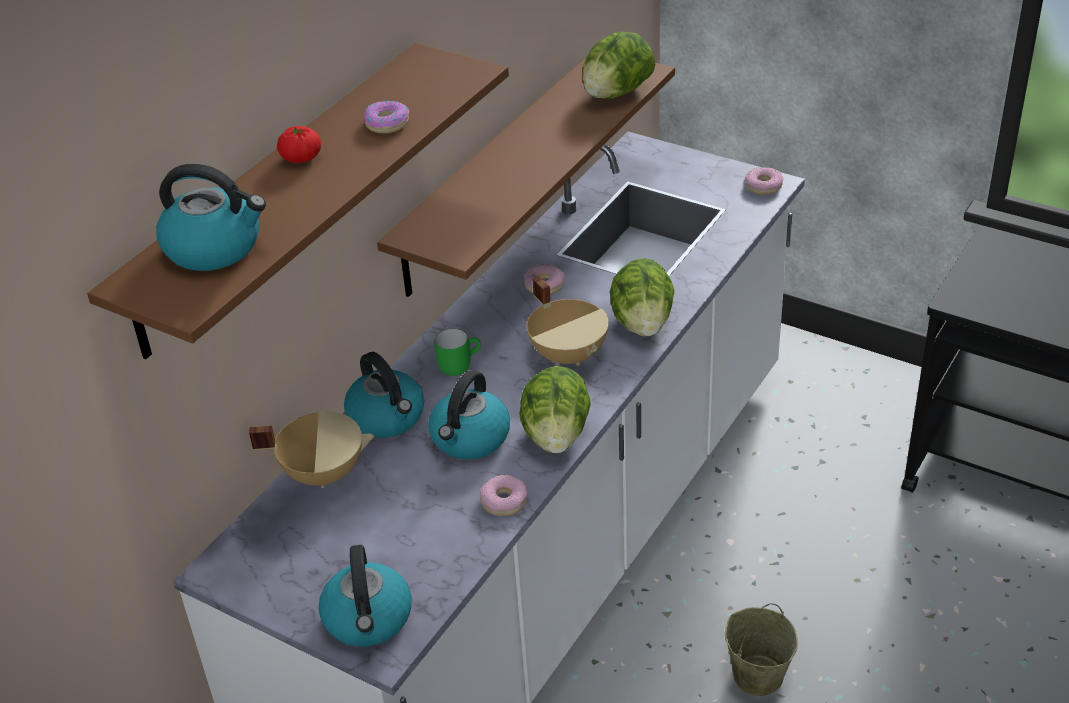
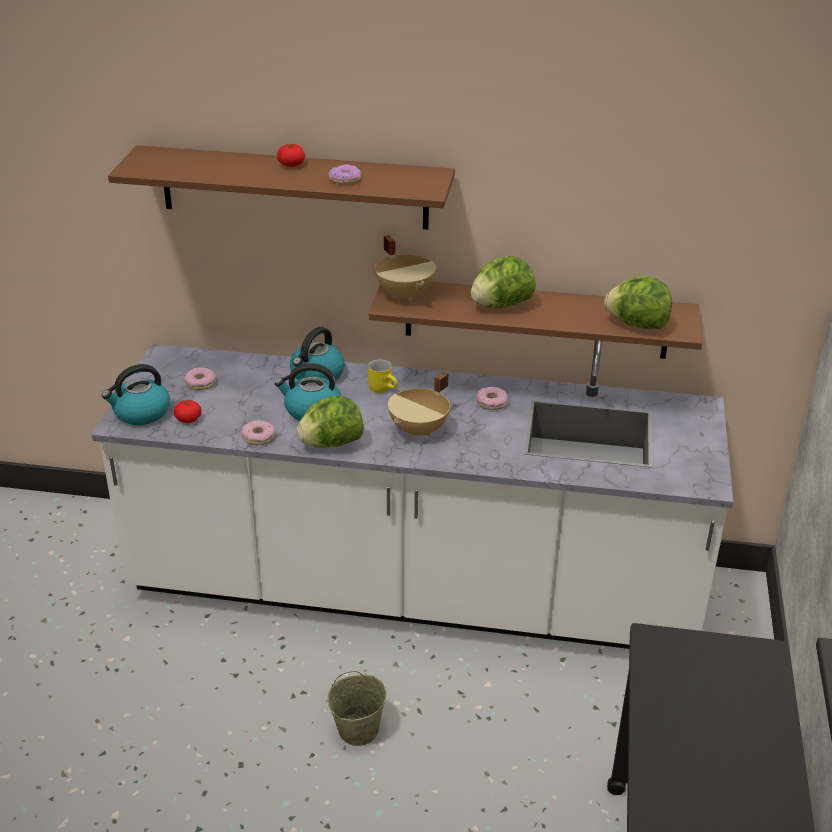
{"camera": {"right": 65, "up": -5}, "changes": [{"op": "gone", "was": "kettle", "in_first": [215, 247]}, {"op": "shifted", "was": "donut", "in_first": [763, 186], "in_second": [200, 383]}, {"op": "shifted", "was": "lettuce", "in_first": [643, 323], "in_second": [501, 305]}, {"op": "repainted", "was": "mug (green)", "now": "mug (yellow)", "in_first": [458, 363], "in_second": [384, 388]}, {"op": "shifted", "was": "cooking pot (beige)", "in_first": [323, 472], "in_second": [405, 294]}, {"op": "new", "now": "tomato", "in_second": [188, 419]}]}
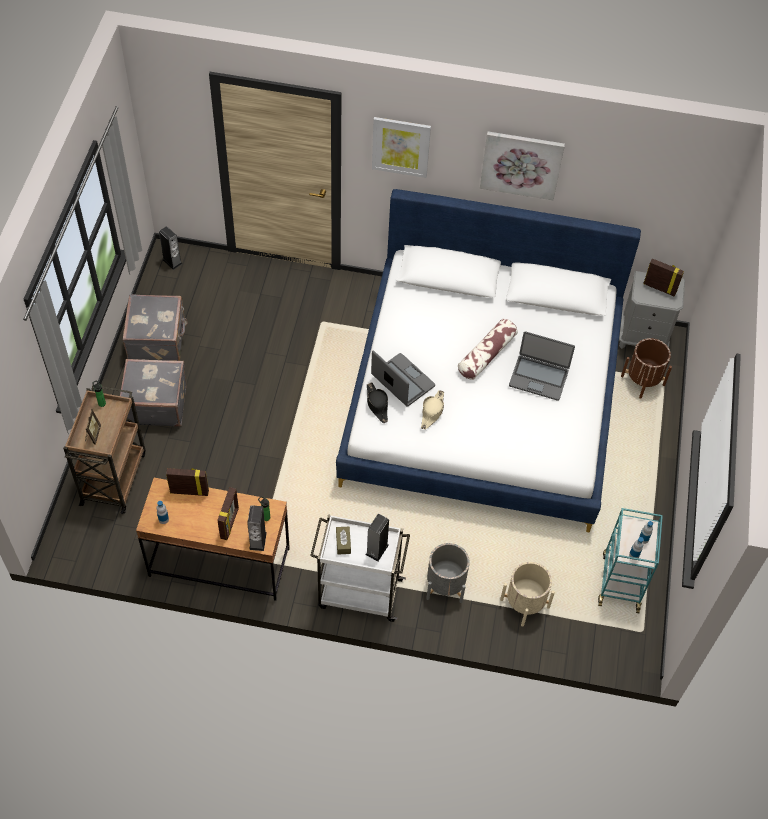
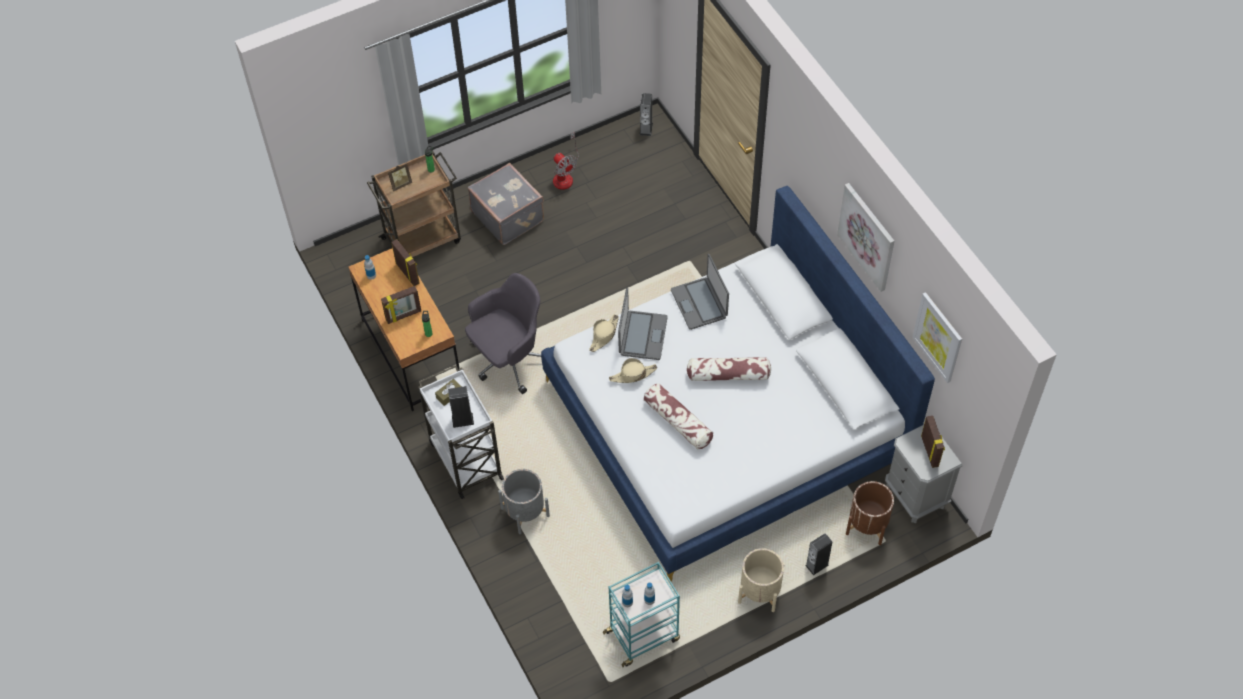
{"camera": {"right": 55, "up": 0}, "changes": [{"op": "shifted", "was": "picture", "in_first": [401, 146], "in_second": [938, 337]}, {"op": "swapped", "was": "suitcase (grey)", "now": "fan", "in_first": [158, 341], "in_second": [565, 175]}, {"op": "shifted", "was": "laptop", "in_first": [539, 377], "in_second": [699, 303]}, {"op": "repainted", "was": "hat (black)", "now": "hat (beige)", "in_first": [377, 405], "in_second": [604, 335]}, {"op": "shifted", "was": "speaker", "in_first": [258, 540], "in_second": [817, 565]}, {"op": "shifted", "was": "planter (beige)", "in_first": [524, 603], "in_second": [760, 591]}, {"op": "new", "now": "office chair (grey)", "in_second": [509, 360]}, {"op": "new", "now": "pillow", "in_second": [678, 422]}]}
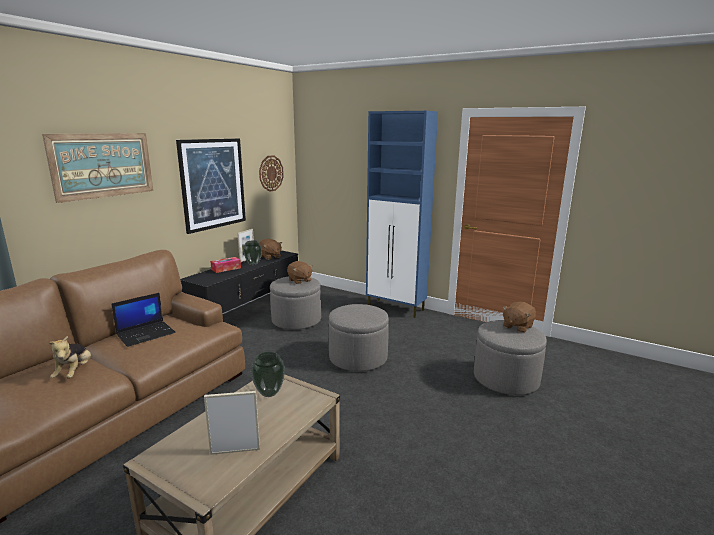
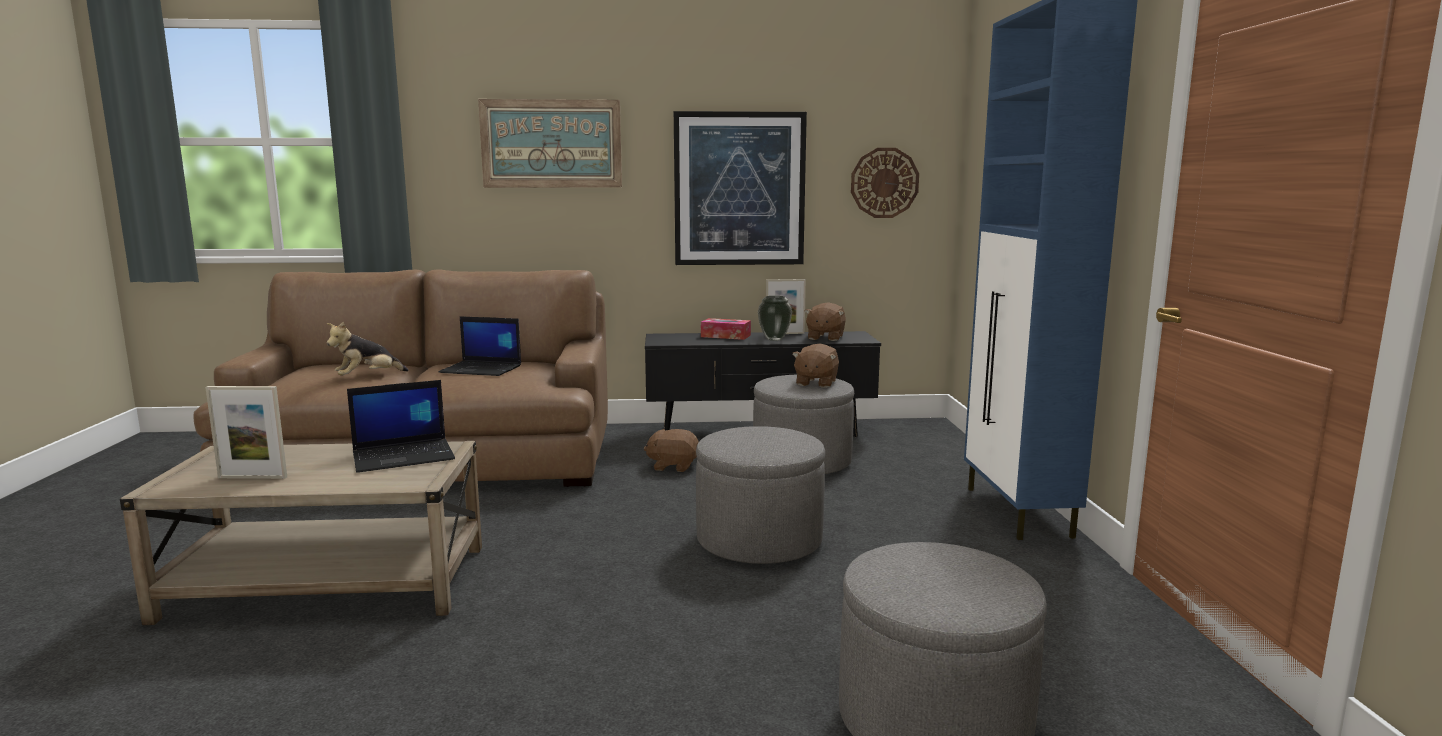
{"camera": {"right": 55, "up": -5}, "changes": [{"op": "shifted", "was": "plush toy (brown)", "in_first": [517, 326], "in_second": [673, 466]}, {"op": "swapped", "was": "vase", "now": "laptop", "in_first": [269, 393], "in_second": [404, 456]}, {"op": "rotated", "was": "picture frame", "in_first": [235, 451], "in_second": [252, 477], "clockwise": 135}]}
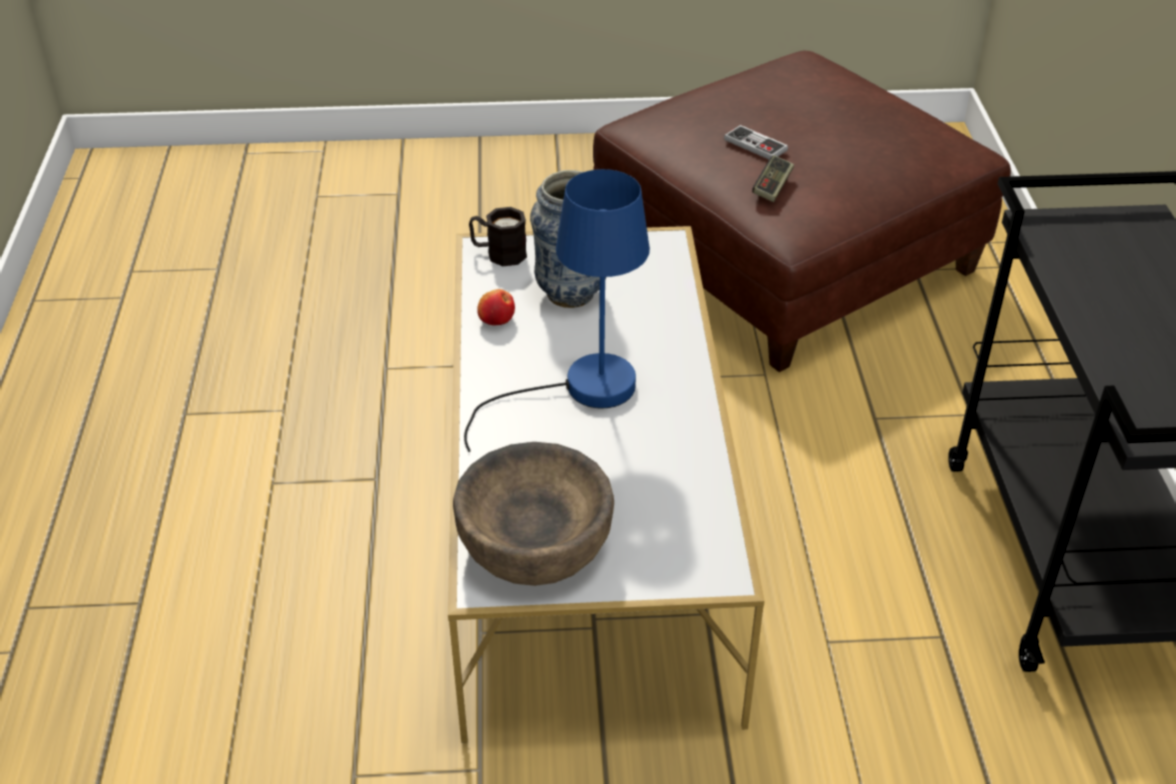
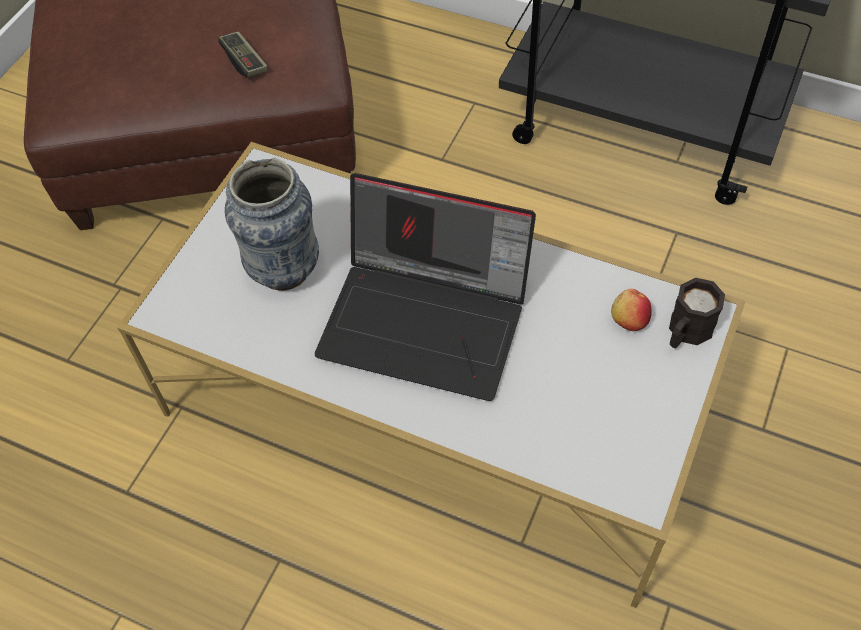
{"camera": {"right": -60, "up": 15}, "changes": [{"op": "gone", "was": "game controller", "in_first": [755, 145]}, {"op": "swapped", "was": "table lamp (blue)", "now": "laptop", "in_first": [580, 391], "in_second": [428, 320]}, {"op": "shifted", "was": "mug (black)", "in_first": [498, 253], "in_second": [686, 333]}, {"op": "shifted", "was": "apple", "in_first": [496, 319], "in_second": [629, 319]}, {"op": "gone", "was": "bowl (brown)", "in_first": [534, 543]}]}
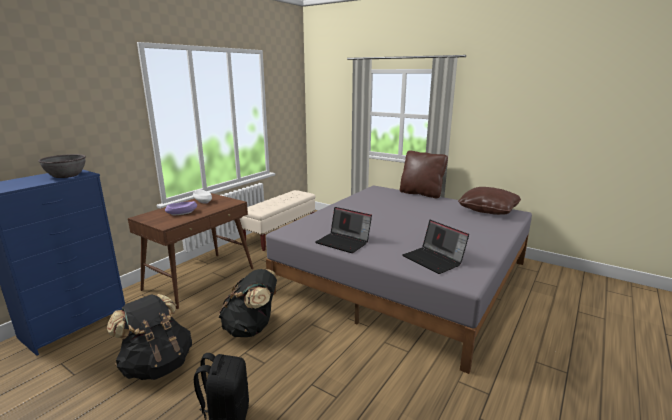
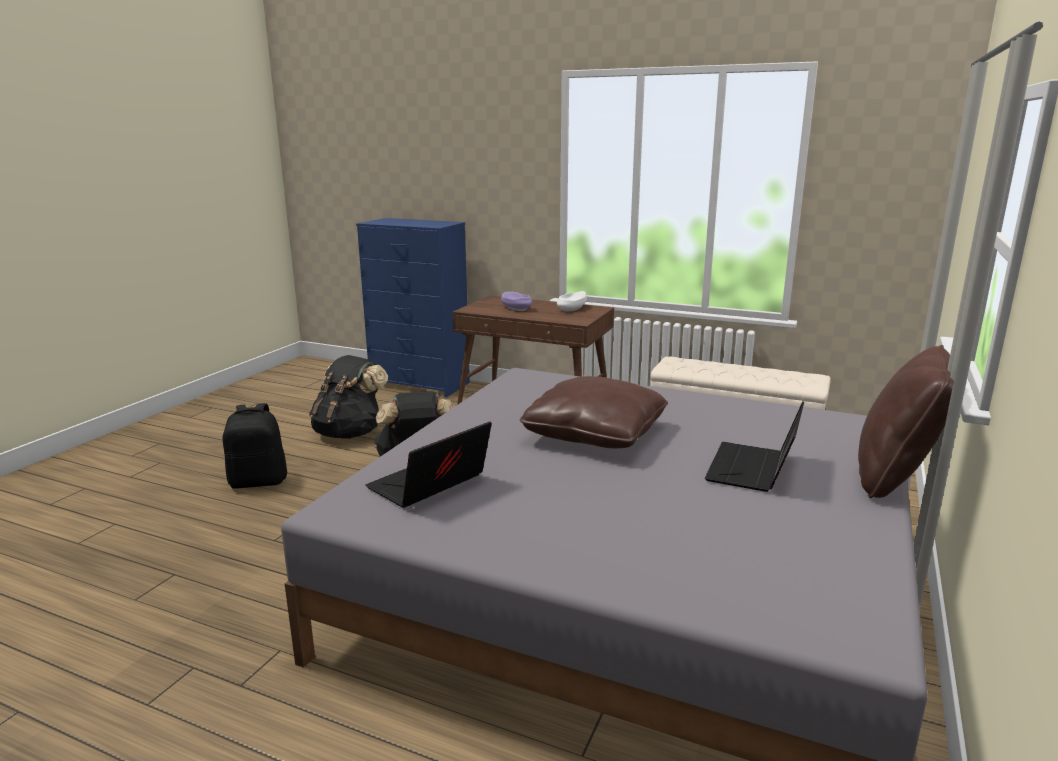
{"camera": {"right": 80, "up": 0}, "changes": [{"op": "gone", "was": "bowl (grey)", "in_first": [66, 175]}, {"op": "shifted", "was": "pillow (brown)", "in_first": [488, 210], "in_second": [594, 434]}, {"op": "shifted", "was": "laptop", "in_first": [344, 242], "in_second": [753, 470]}]}
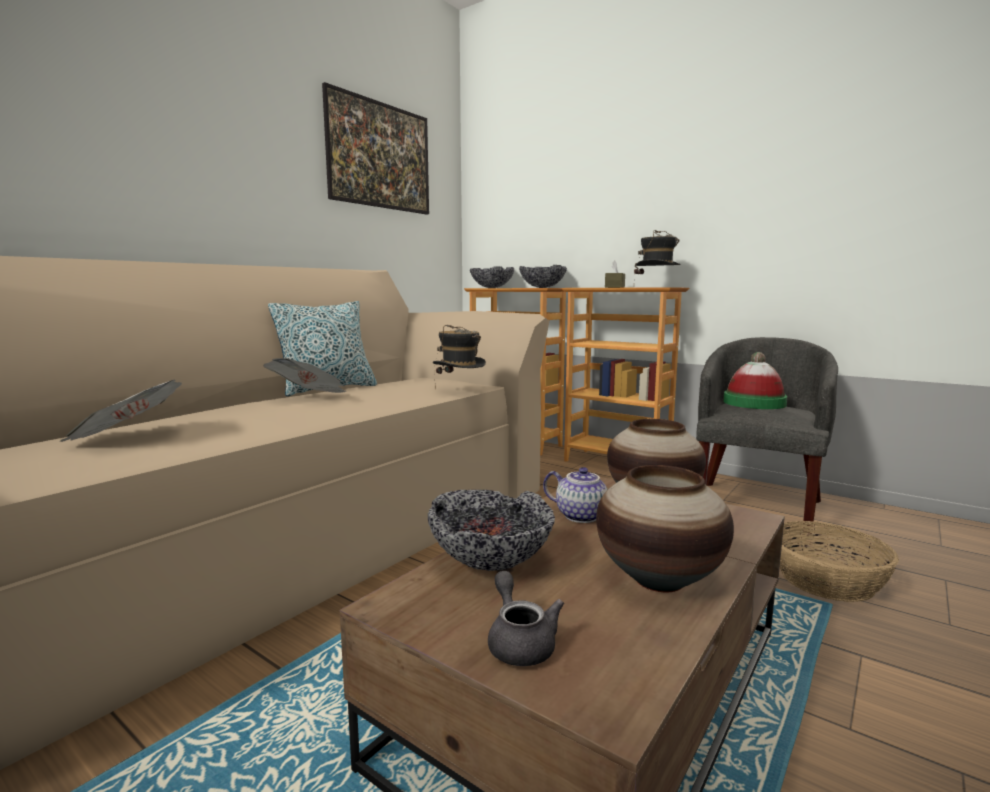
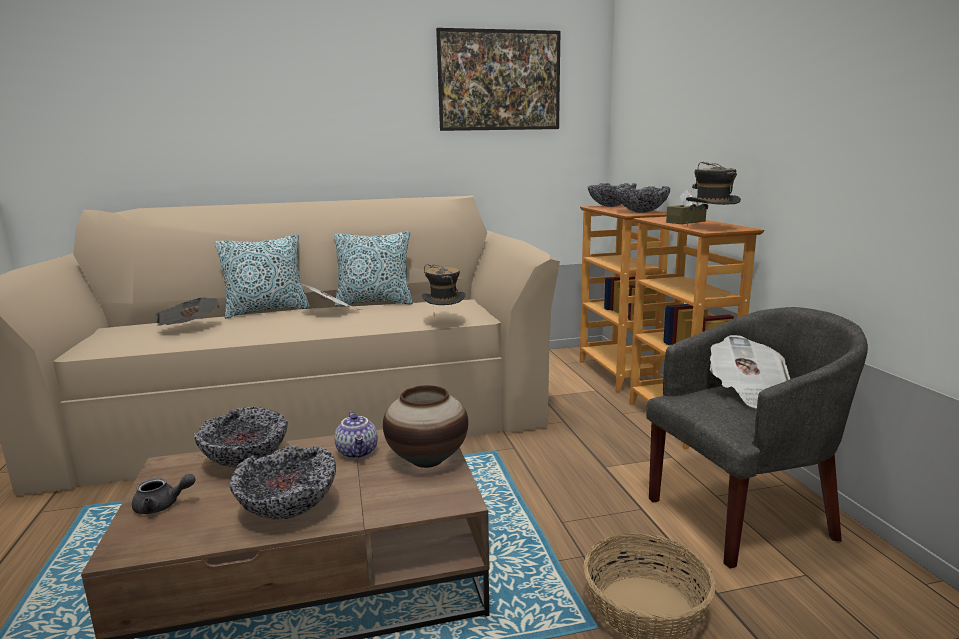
{"camera": {"right": 40, "up": 5}, "changes": [{"op": "swapped", "was": "hat", "now": "newspaper", "in_first": [754, 403], "in_second": [748, 392]}, {"op": "swapped", "was": "vase", "now": "bowl", "in_first": [660, 580], "in_second": [288, 510]}, {"op": "rotated", "was": "teapot (grey)", "in_first": [519, 642], "in_second": [162, 506], "clockwise": 60}, {"op": "new", "now": "pillow", "in_second": [267, 310]}]}
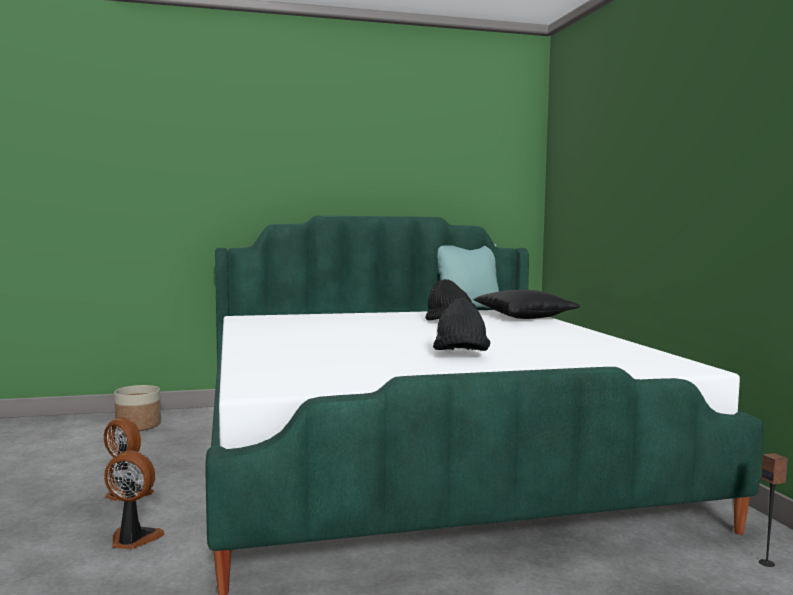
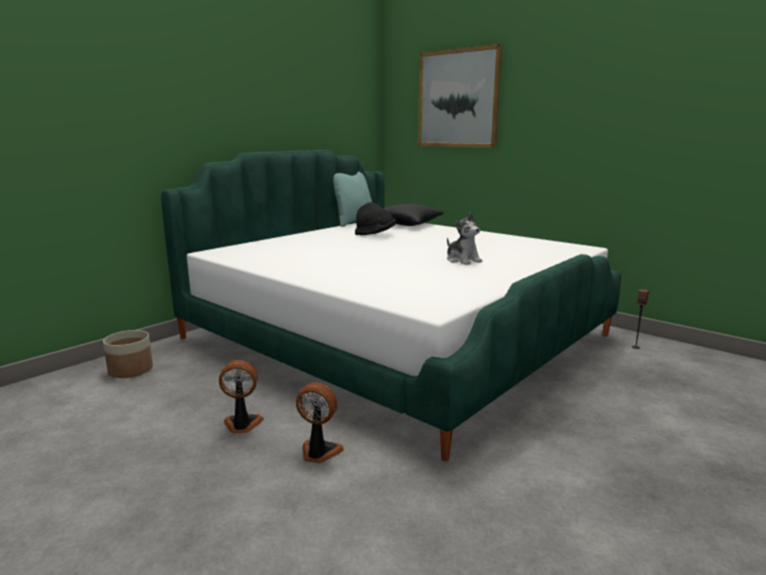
{"camera": {"right": -35, "up": 10}, "changes": [{"op": "swapped", "was": "hat (black)", "now": "plush toy", "in_first": [460, 356], "in_second": [463, 260]}, {"op": "rotated", "was": "fan", "in_first": [133, 539], "in_second": [319, 452], "clockwise": 45}, {"op": "new", "now": "picture", "in_second": [458, 99]}]}
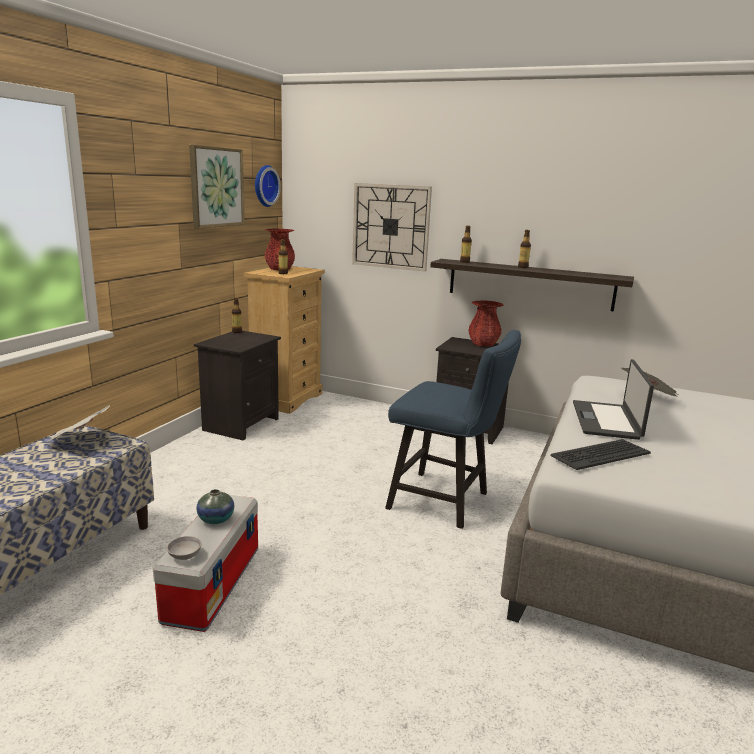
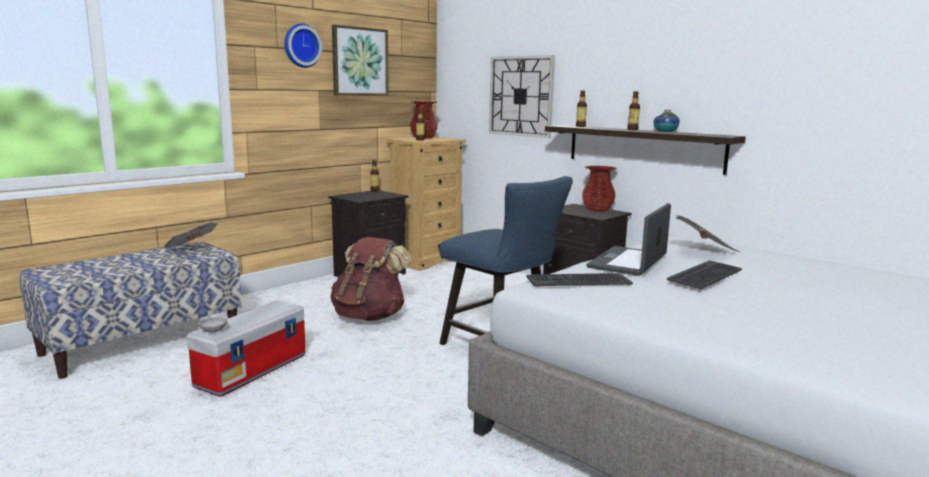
{"camera": {"right": 20, "up": -5}, "changes": [{"op": "shifted", "was": "wall clock", "in_first": [264, 186], "in_second": [301, 45]}, {"op": "shifted", "was": "vase", "in_first": [216, 519], "in_second": [665, 131]}, {"op": "new", "now": "backpack (brown)", "in_second": [369, 316]}, {"op": "new", "now": "keyboard", "in_second": [706, 275]}]}
